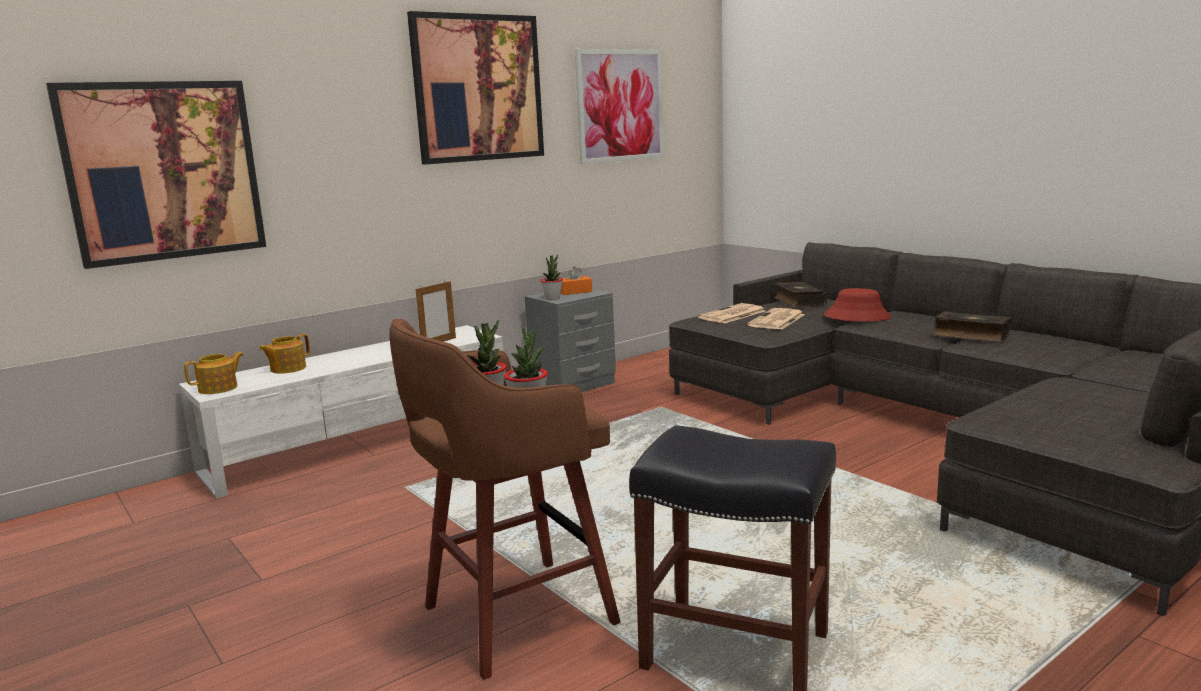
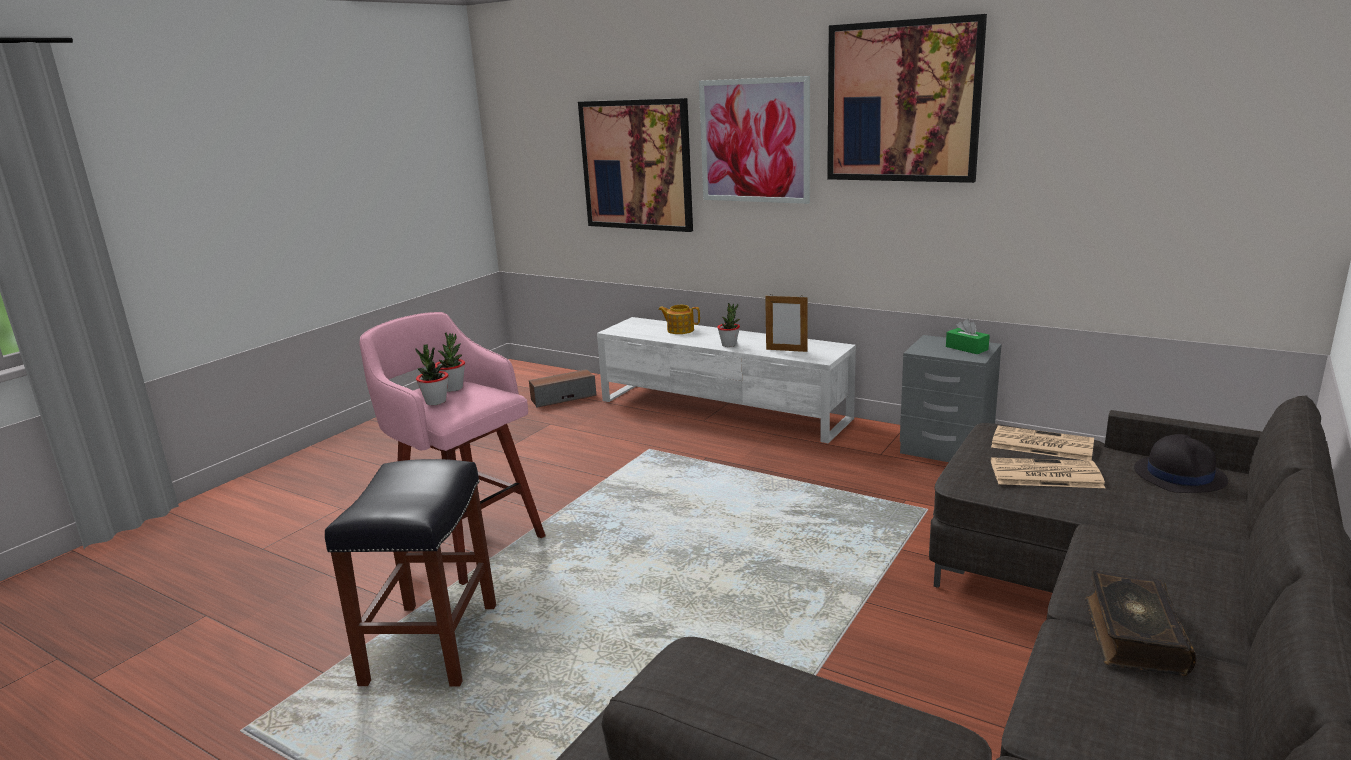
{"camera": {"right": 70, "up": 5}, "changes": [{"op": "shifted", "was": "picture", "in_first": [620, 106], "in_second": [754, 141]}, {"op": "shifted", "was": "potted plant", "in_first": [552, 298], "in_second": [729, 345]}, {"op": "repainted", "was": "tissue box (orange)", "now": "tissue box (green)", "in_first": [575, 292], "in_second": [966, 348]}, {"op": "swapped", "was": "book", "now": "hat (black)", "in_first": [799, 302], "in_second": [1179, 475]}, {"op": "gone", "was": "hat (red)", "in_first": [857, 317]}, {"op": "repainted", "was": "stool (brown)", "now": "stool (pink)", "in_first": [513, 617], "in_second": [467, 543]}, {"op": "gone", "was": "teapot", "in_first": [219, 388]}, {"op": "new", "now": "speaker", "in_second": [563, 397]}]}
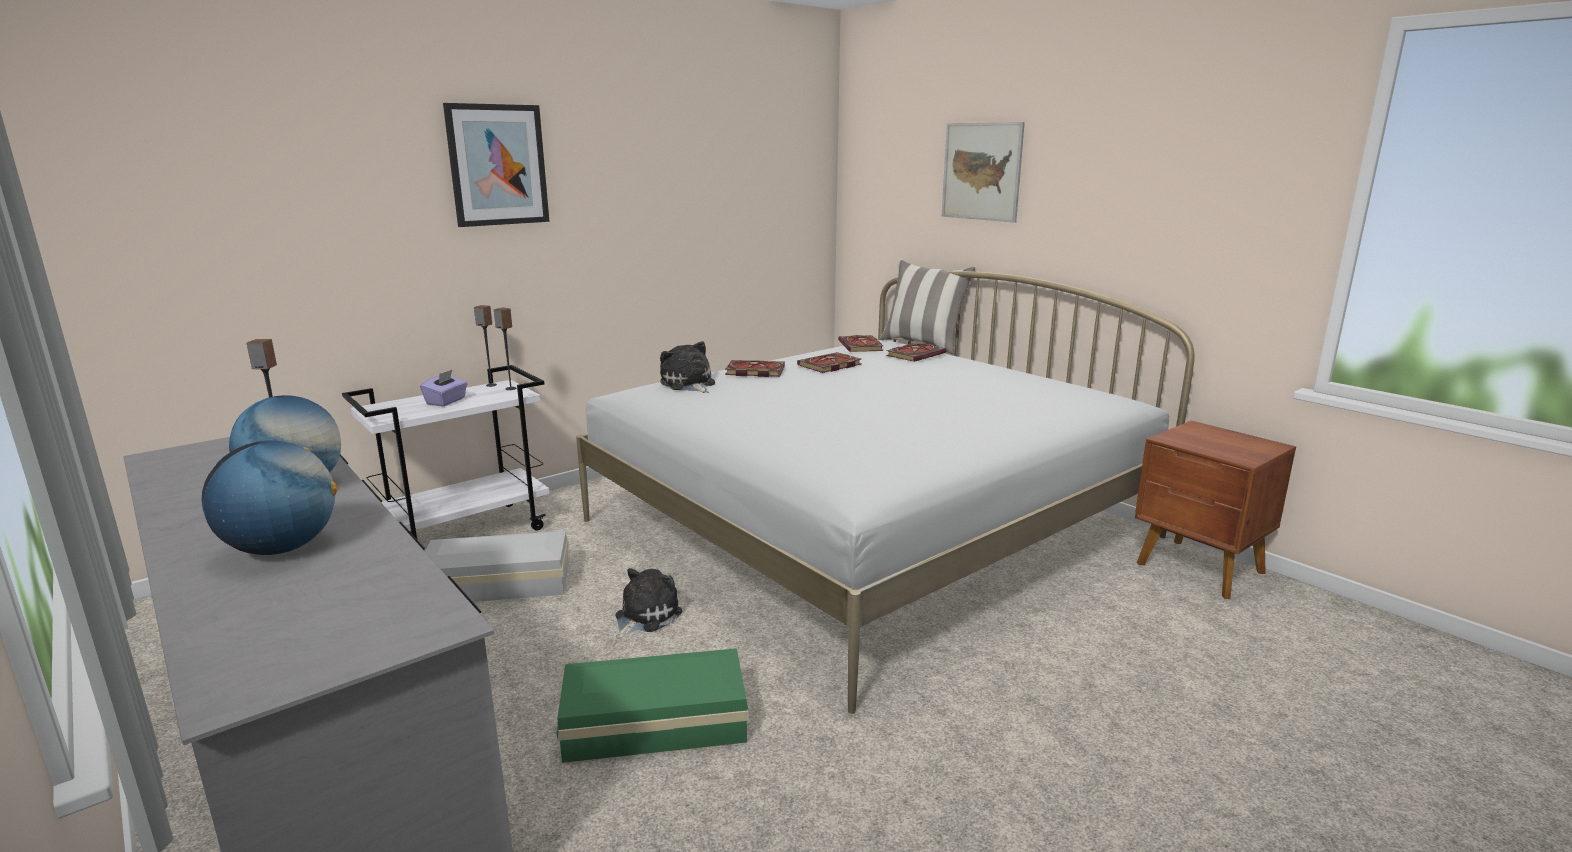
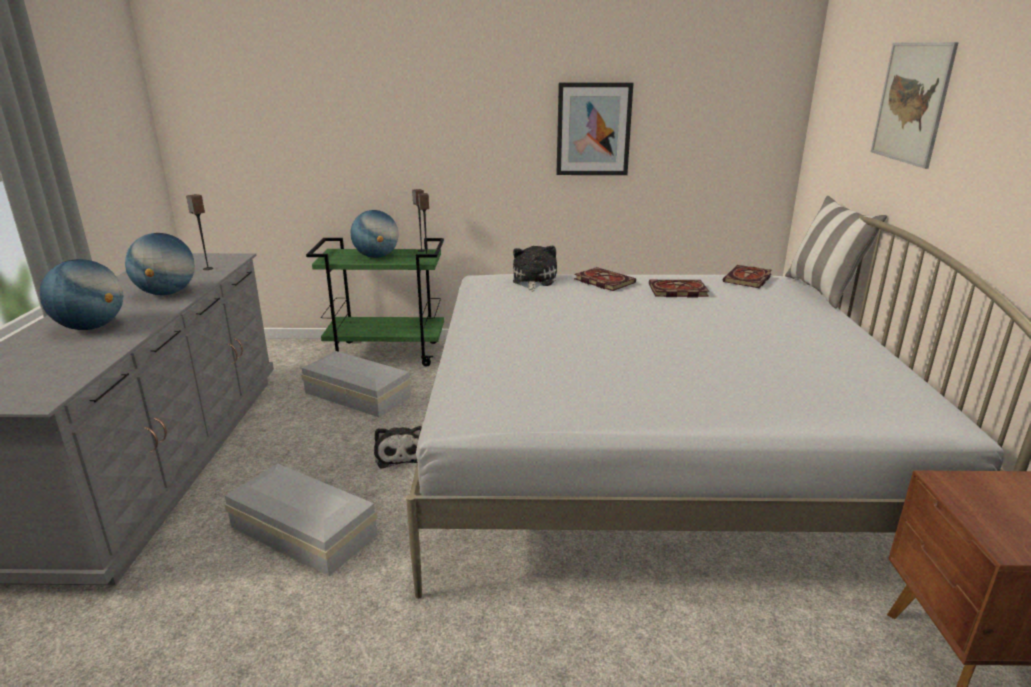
{"camera": {"right": 40, "up": 5}, "changes": [{"op": "shifted", "was": "picture", "in_first": [497, 165], "in_second": [593, 129]}, {"op": "gone", "was": "book", "in_first": [915, 354]}, {"op": "repainted", "was": "cart (white)", "now": "cart (green)", "in_first": [466, 532], "in_second": [388, 353]}, {"op": "swapped", "was": "tissue box (purple)", "now": "globe", "in_first": [446, 401], "in_second": [376, 256]}, {"op": "rotated", "was": "plush toy", "in_first": [645, 616], "in_second": [399, 454], "clockwise": 90}, {"op": "repainted", "was": "storage box (green)", "now": "storage box (white)", "in_first": [652, 722], "in_second": [303, 529]}]}
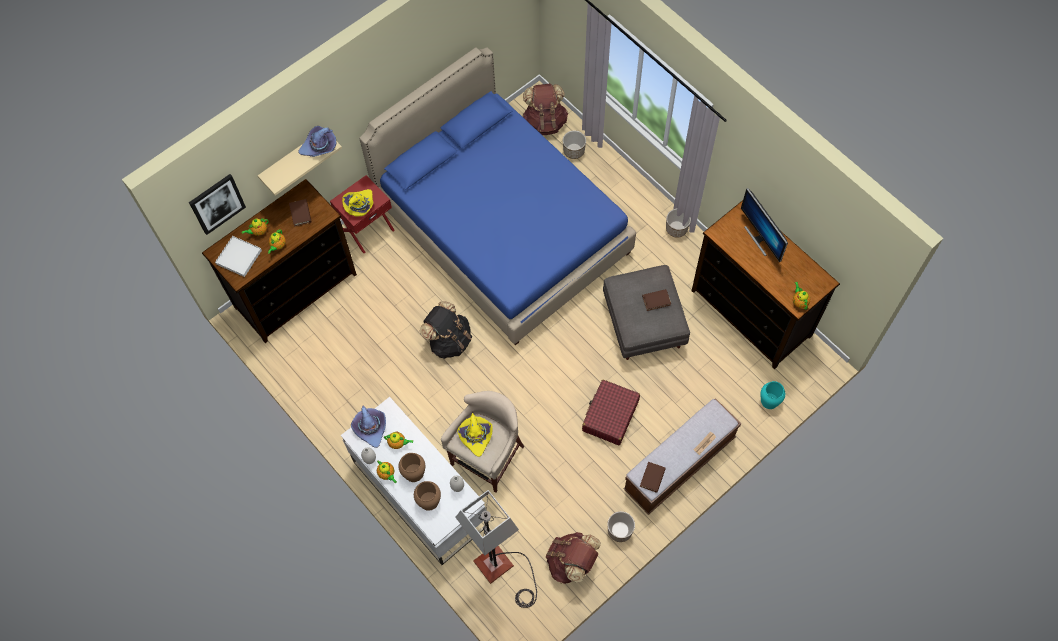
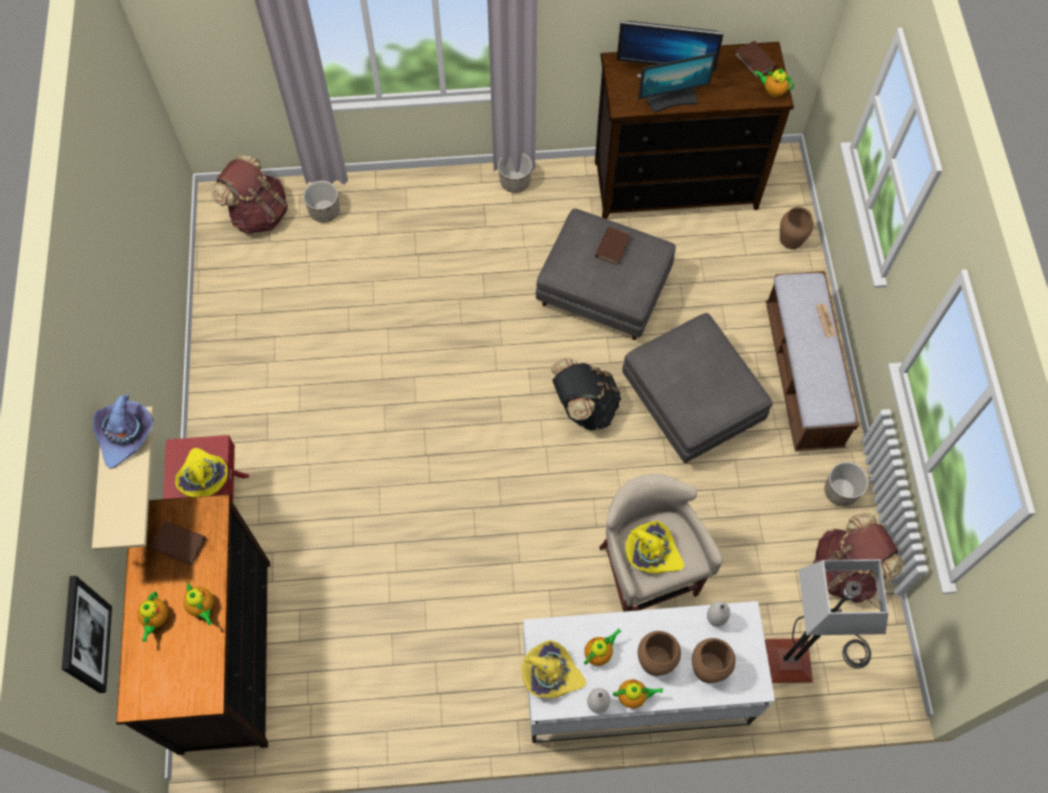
{"camera": {"right": -55, "up": 0}, "changes": [{"op": "gone", "was": "bed (blue)", "in_first": [502, 228]}, {"op": "gone", "was": "tray (white)", "in_first": [239, 257]}, {"op": "shifted", "was": "backpack (black)", "in_first": [449, 340], "in_second": [584, 407]}, {"op": "swapped", "was": "suitcase (red)", "now": "ottoman (grey)", "in_first": [610, 416], "in_second": [692, 404]}, {"op": "repainted", "was": "vase (turquoise)", "now": "vase (brown)", "in_first": [769, 401], "in_second": [791, 239]}, {"op": "repainted", "was": "hat (purple)", "now": "hat (yellow)", "in_first": [370, 427], "in_second": [550, 673]}, {"op": "shifted", "was": "book (brown)", "in_first": [652, 477], "in_second": [755, 61]}, {"op": "new", "now": "monitor", "in_second": [672, 99]}]}
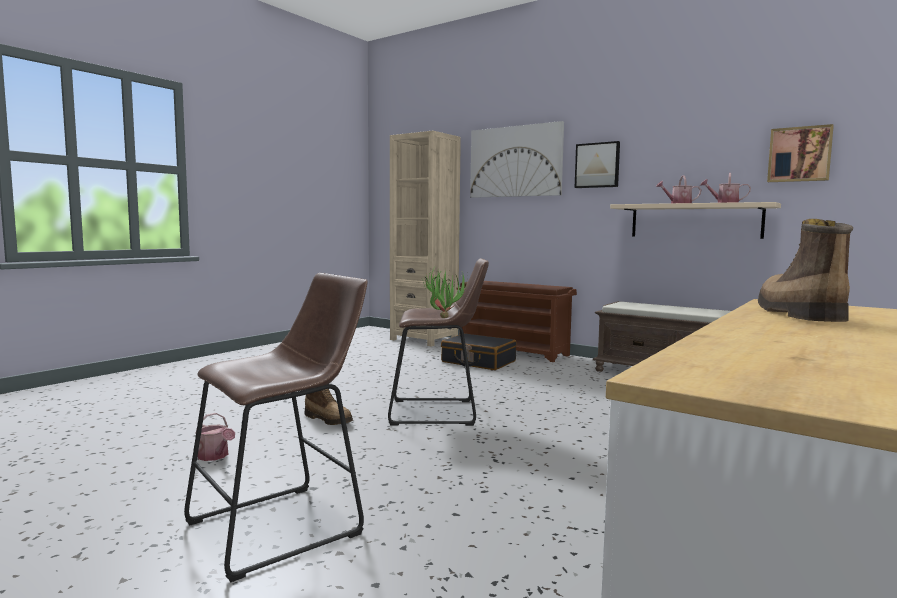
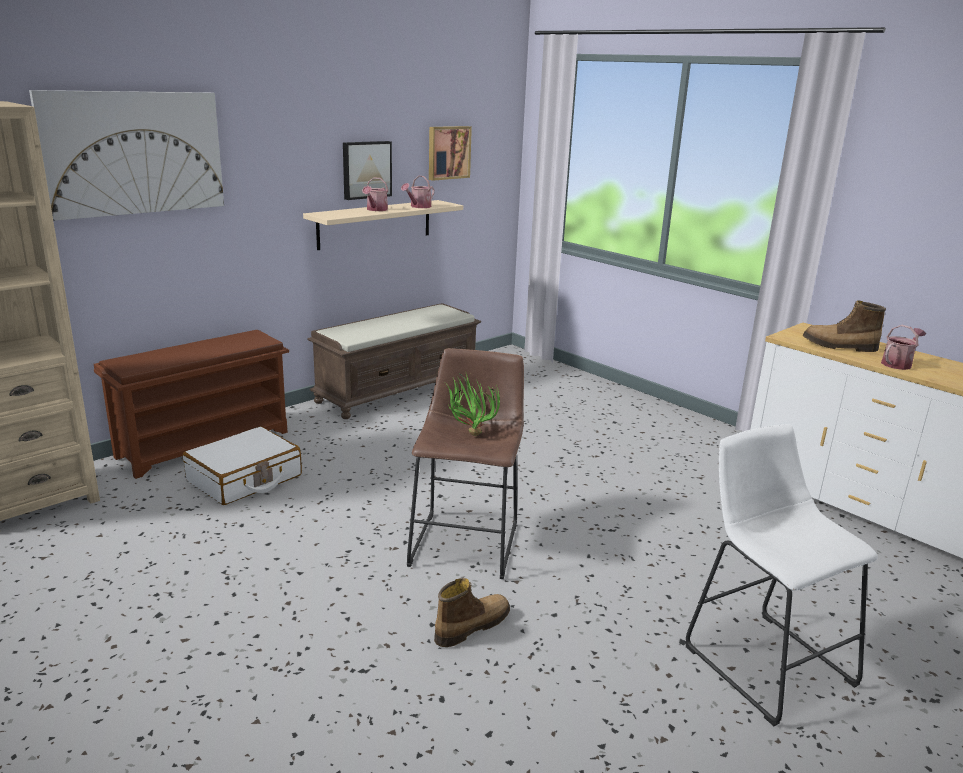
{"camera": {"right": -80, "up": 15}, "changes": [{"op": "shifted", "was": "picture", "in_first": [597, 165], "in_second": [366, 169]}, {"op": "repainted", "was": "stool (brown)", "now": "stool (white)", "in_first": [284, 526], "in_second": [762, 659]}, {"op": "repainted", "was": "suitcase (black)", "now": "suitcase (white)", "in_first": [478, 362], "in_second": [245, 479]}, {"op": "shifted", "was": "watering can", "in_first": [215, 456], "in_second": [898, 363]}]}
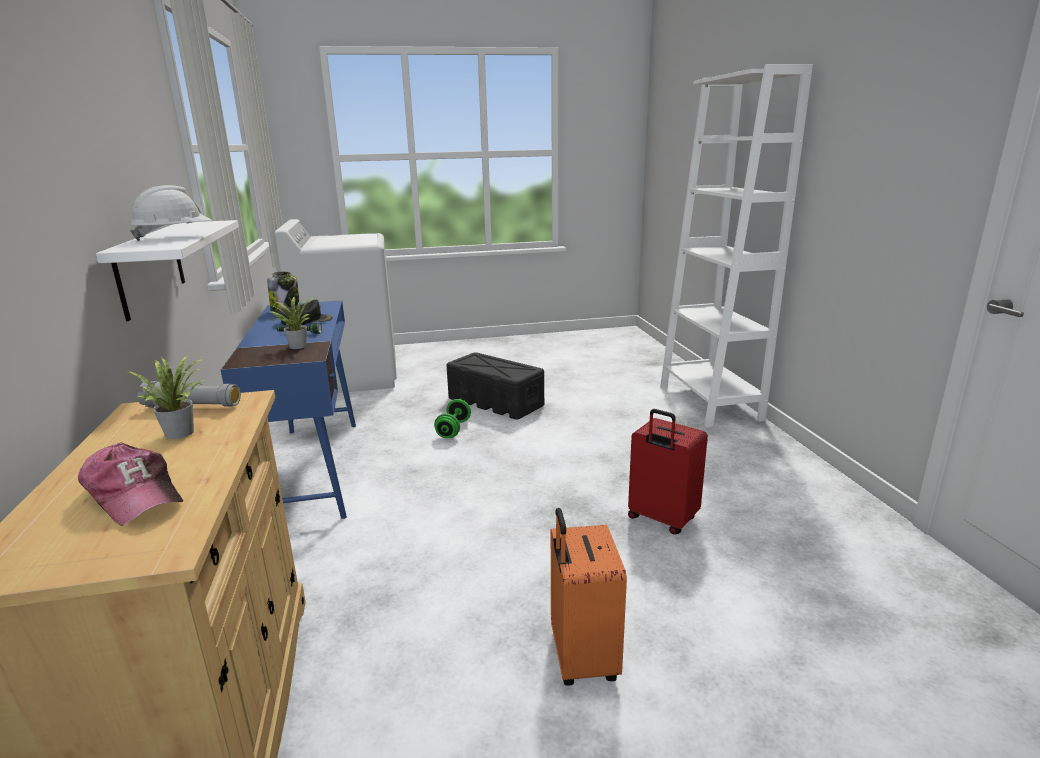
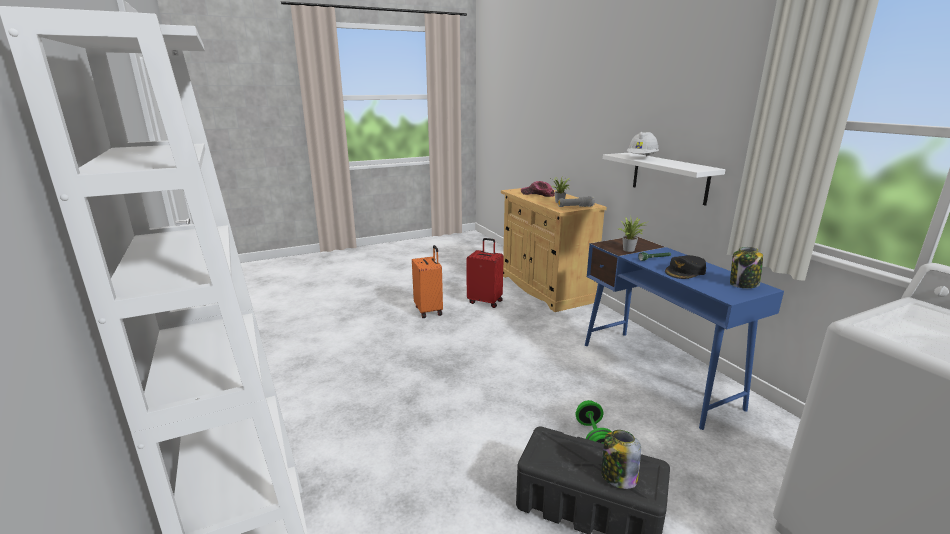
{"camera": {"right": 165, "up": 0}, "changes": [{"op": "shifted", "was": "suitcase (red)", "in_first": [661, 519], "in_second": [485, 301]}, {"op": "new", "now": "jar", "in_second": [618, 476]}]}
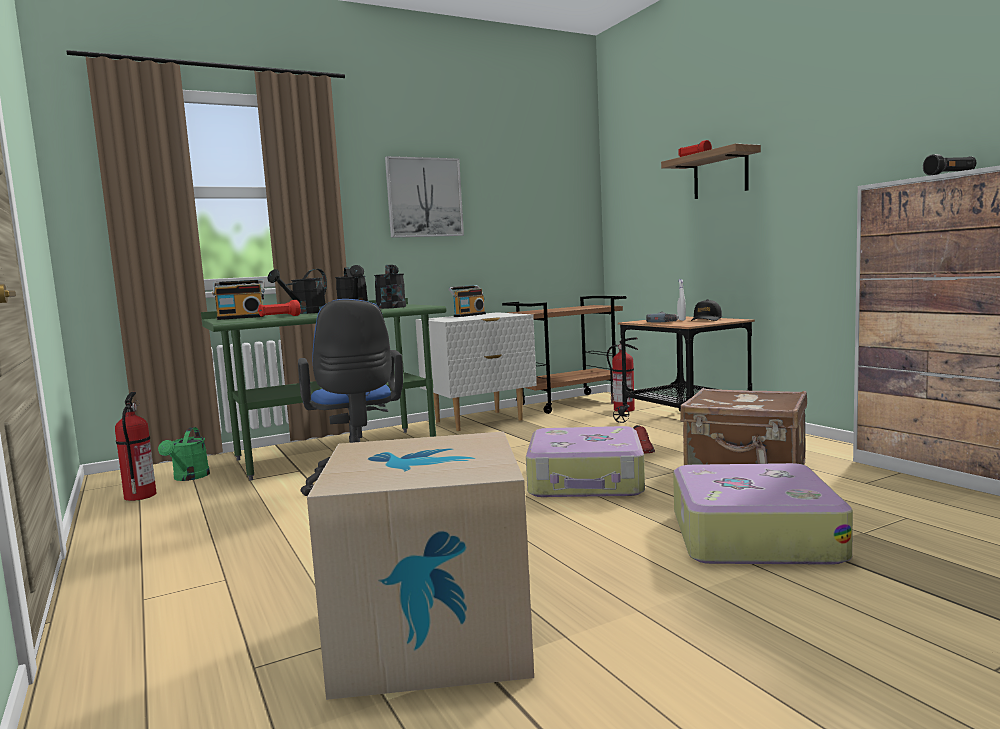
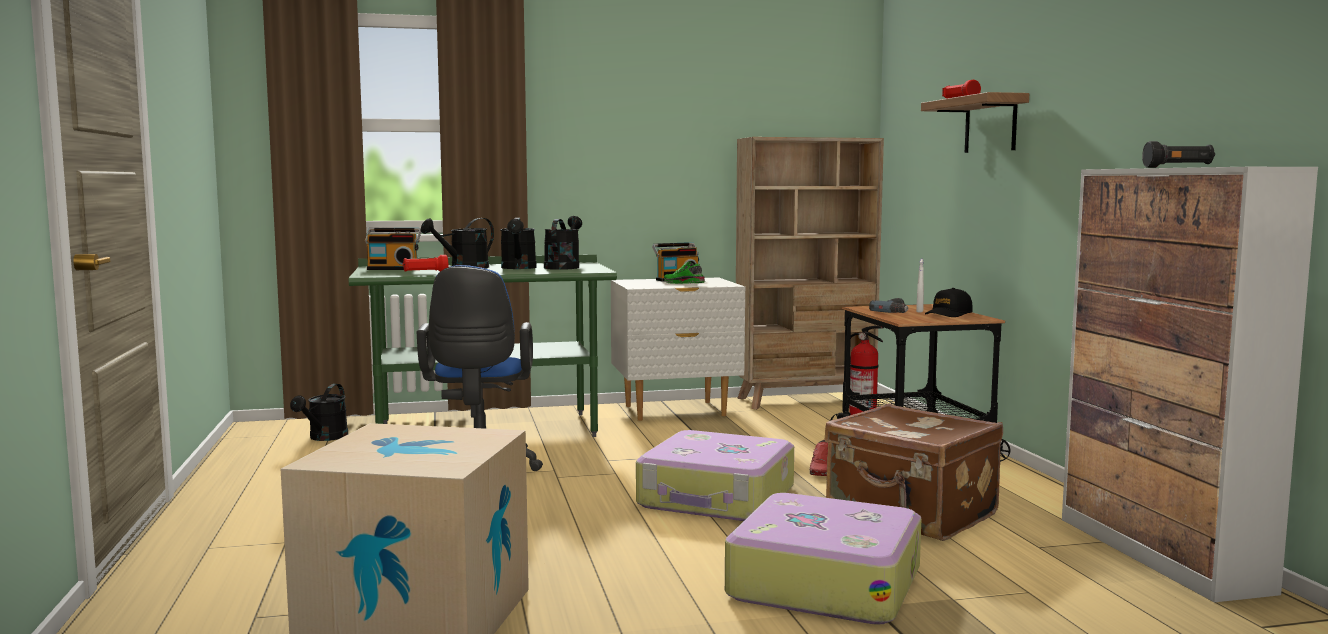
{"camera": {"right": 15, "up": 0}, "changes": [{"op": "gone", "was": "picture", "in_first": [424, 197]}, {"op": "swapped", "was": "cart (brown)", "now": "bookcase (beige)", "in_first": [569, 403], "in_second": [805, 400]}, {"op": "gone", "was": "fire extinguisher", "in_first": [140, 495]}, {"op": "repainted", "was": "watering can (green)", "now": "watering can (black)", "in_first": [189, 478], "in_second": [325, 438]}, {"op": "new", "now": "shoe (green)", "in_second": [683, 284]}]}
